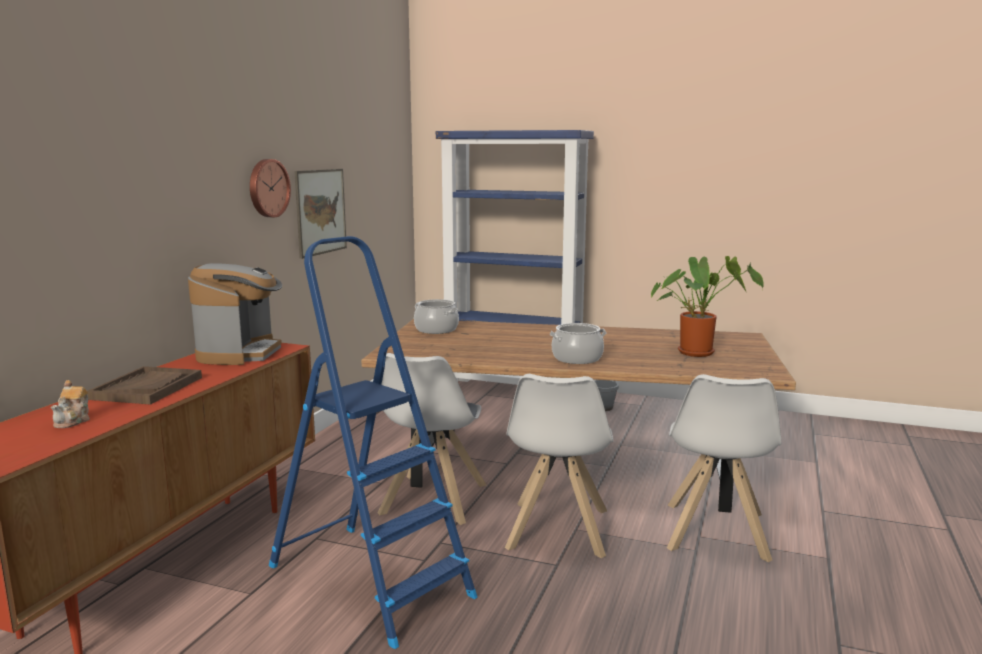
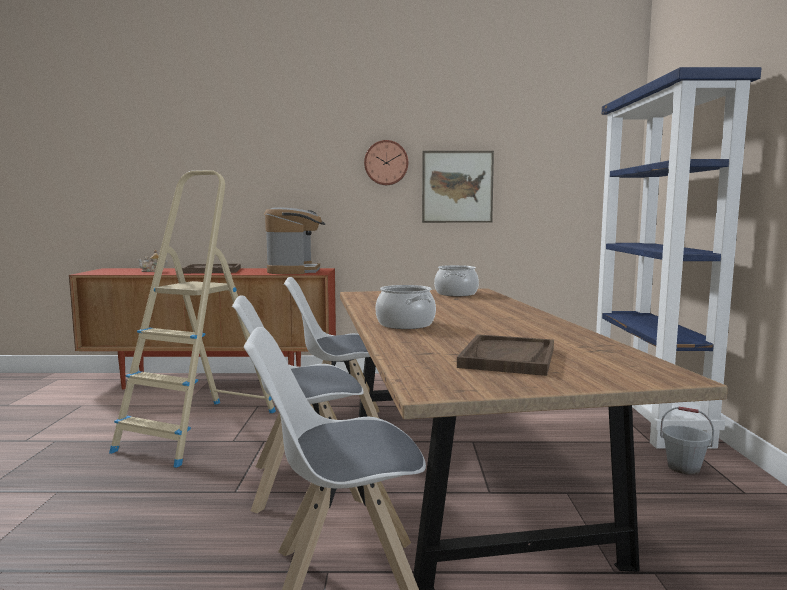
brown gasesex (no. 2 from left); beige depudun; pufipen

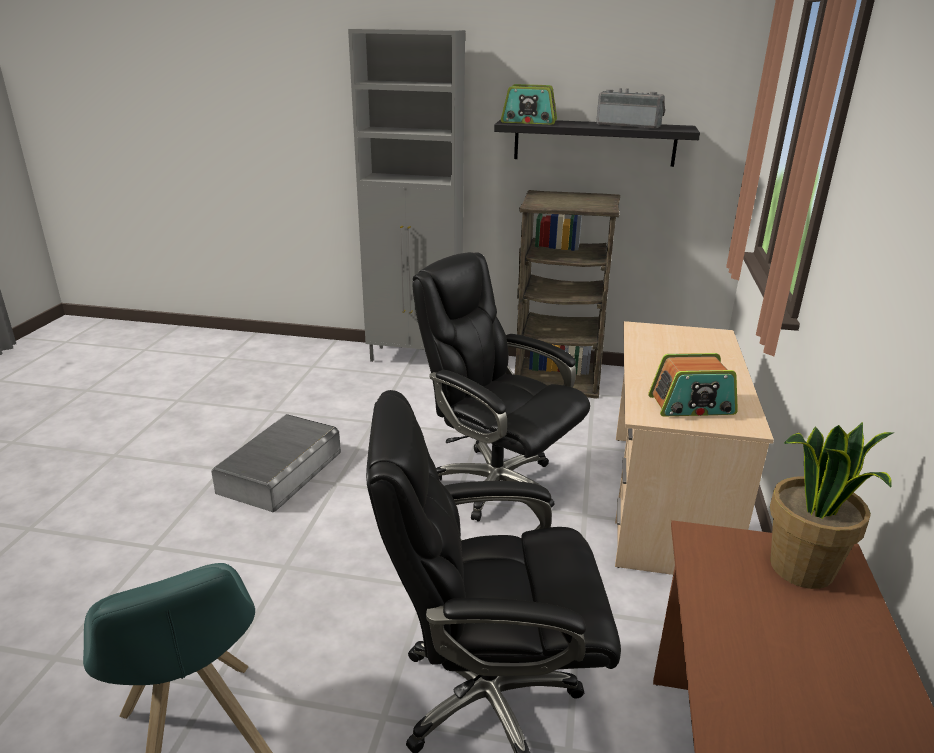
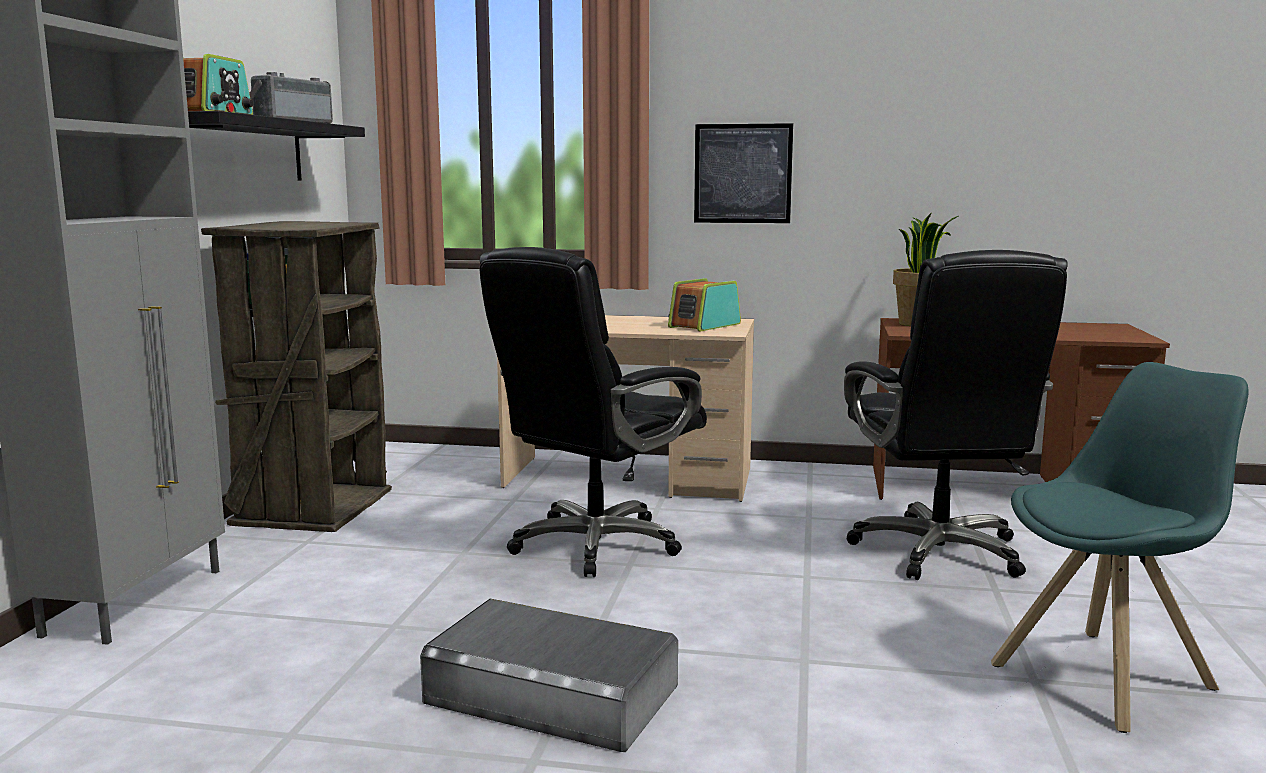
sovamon; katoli (no. 3 from left)

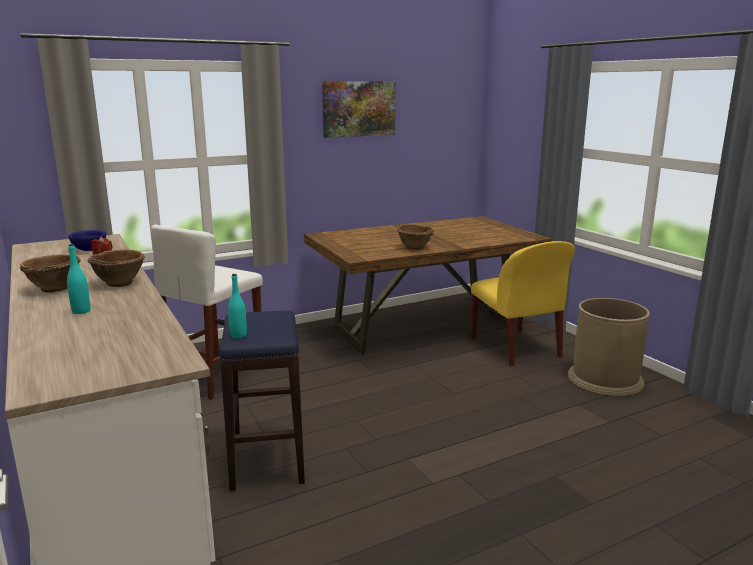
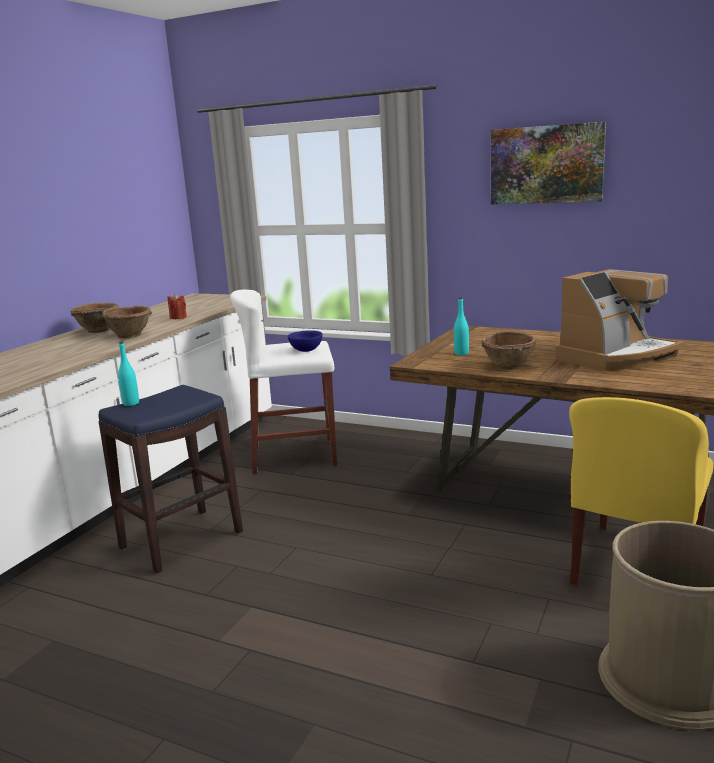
pufipen; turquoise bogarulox (no. 2 from left); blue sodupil

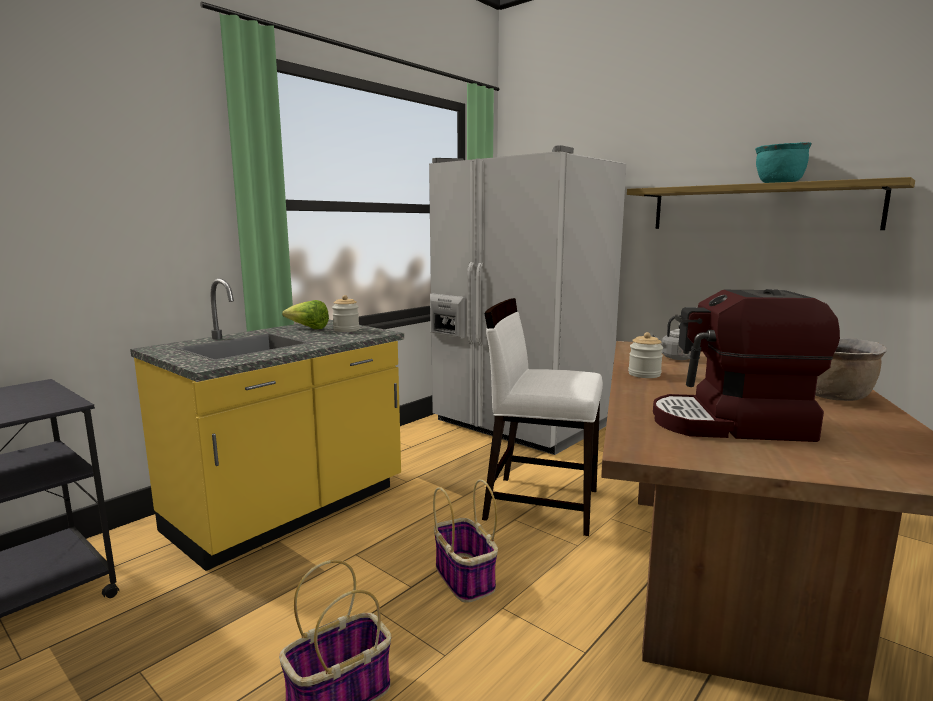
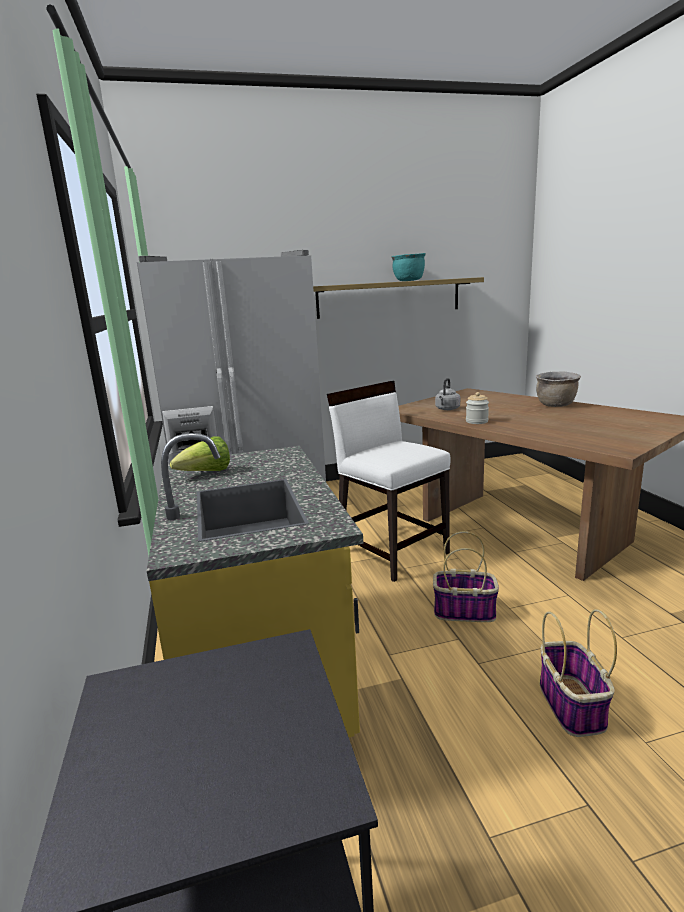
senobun (no. 1 from left in the first image); pufipen; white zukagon

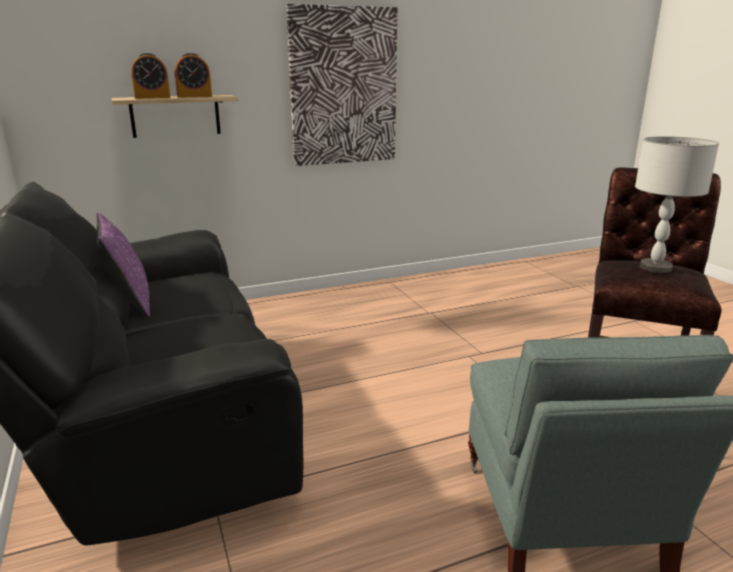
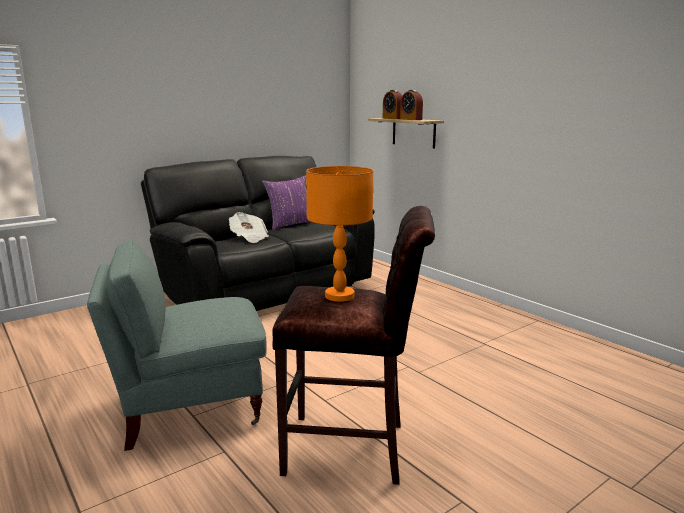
sovamon; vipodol; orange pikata

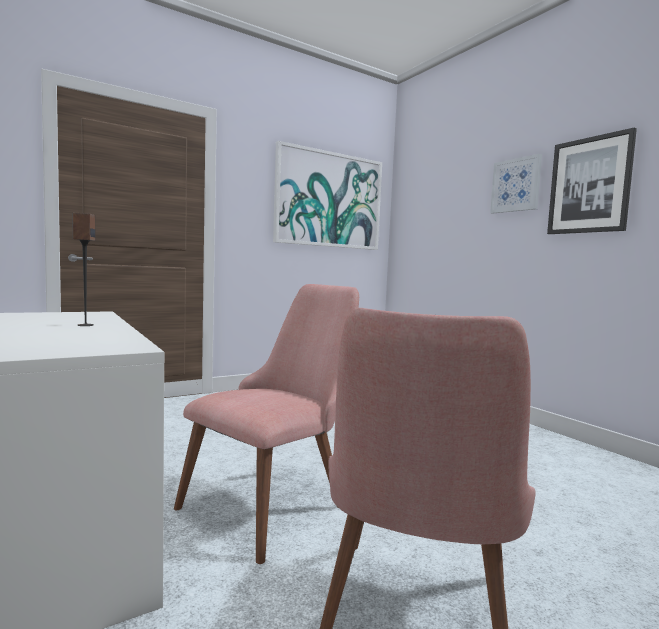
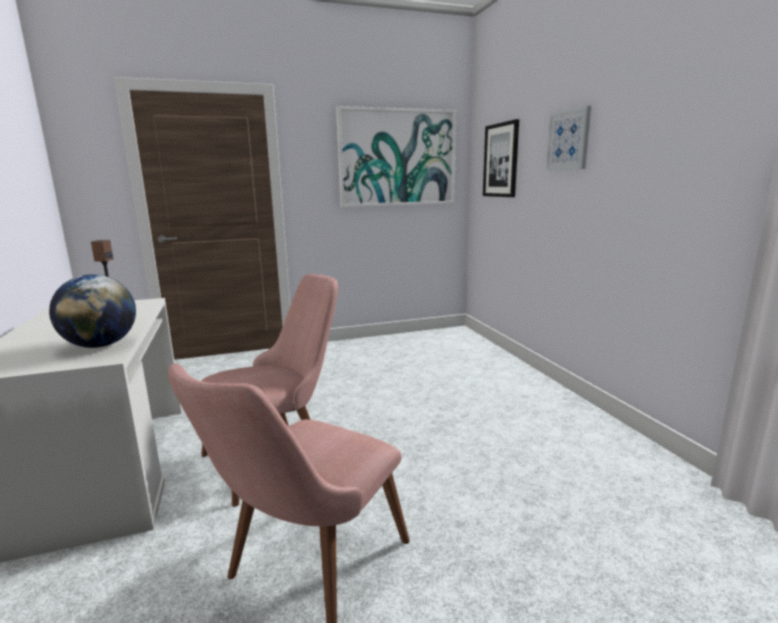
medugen; sovamon (no. 2 from left)

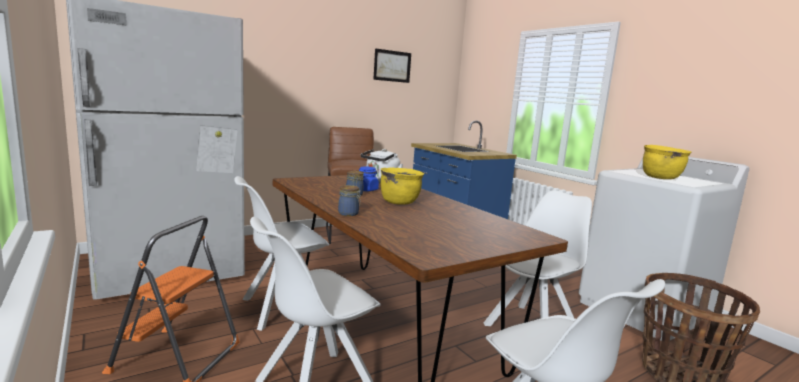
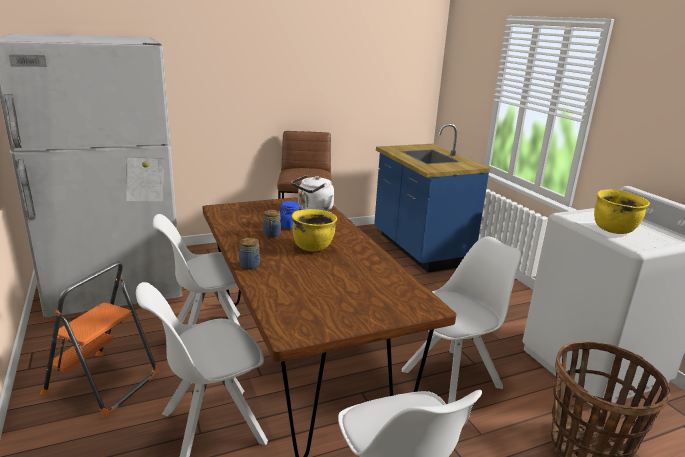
sovamon

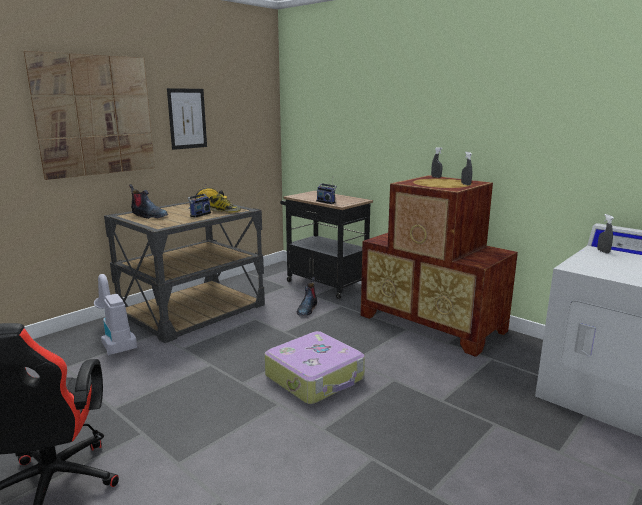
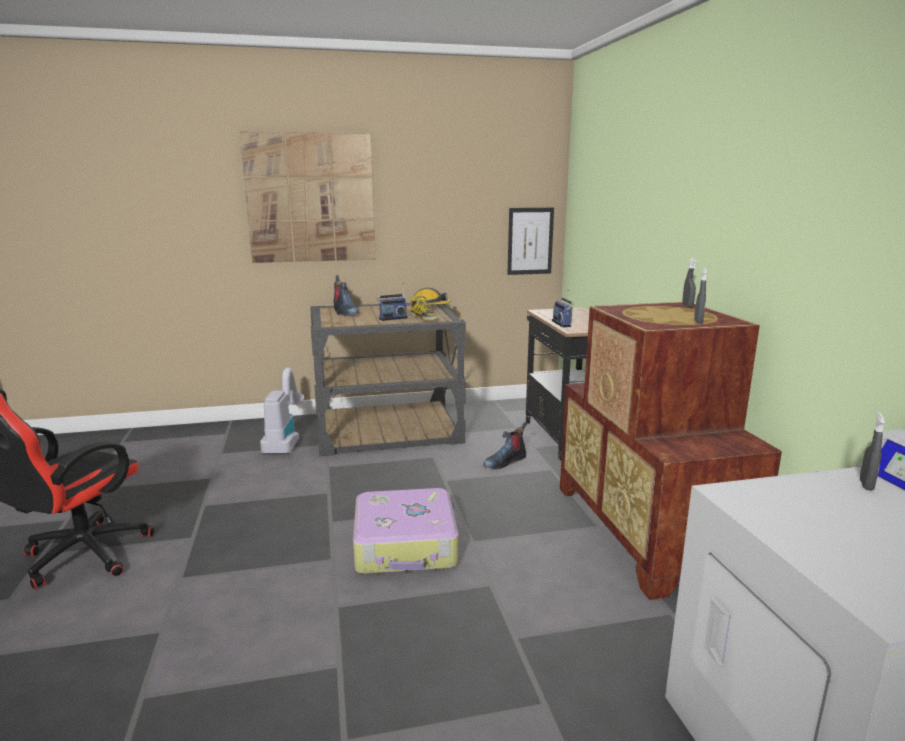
sovamon (no. 2 from left)

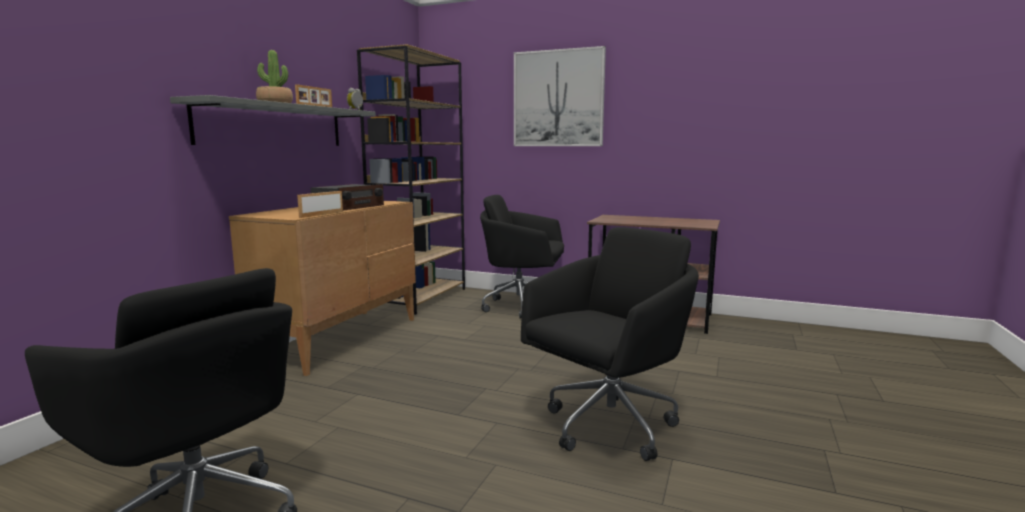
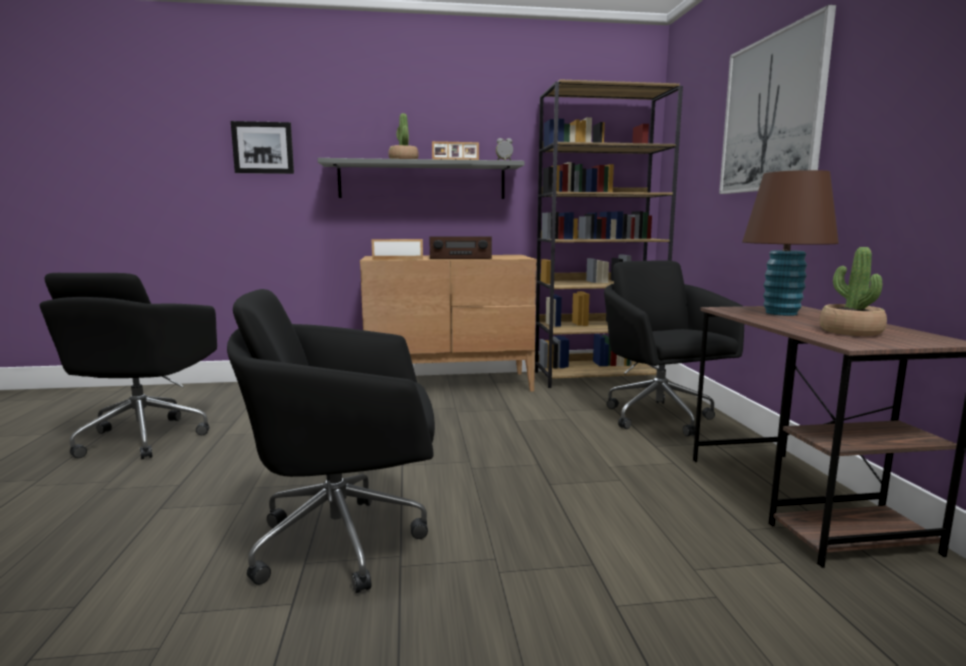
sovamon (no. 1 from left); brown pikata; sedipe (no. 2 from left); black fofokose (no. 2 from left)

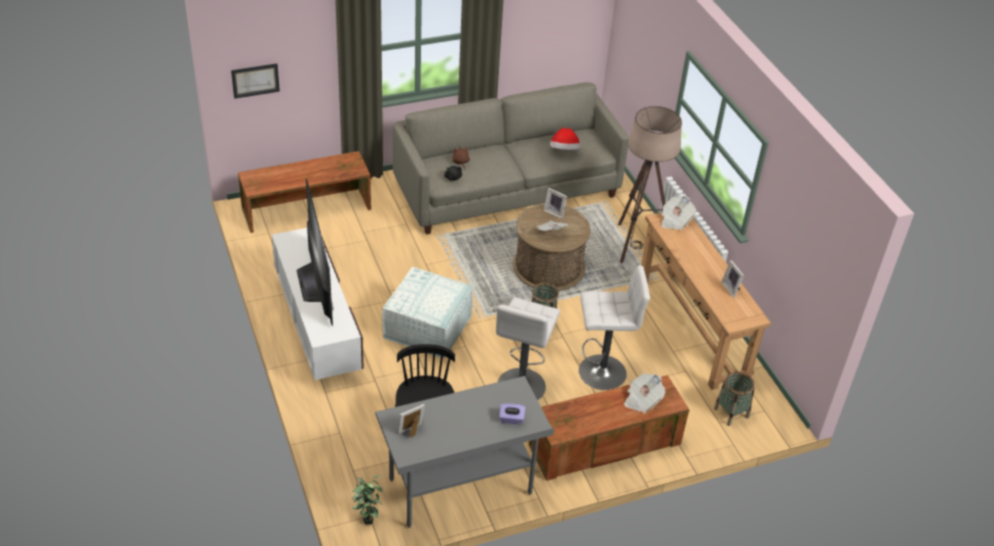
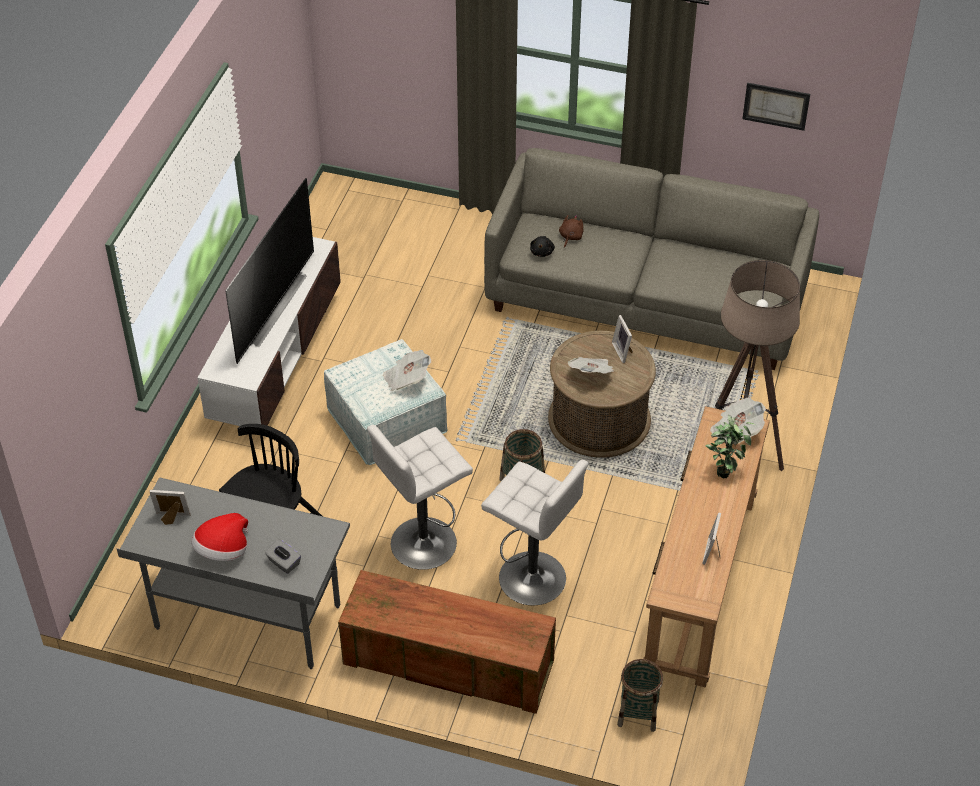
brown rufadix (no. 1 from left in the first image); sovamon; sedipe; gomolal; vipodol (no. 1 from left); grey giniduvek

